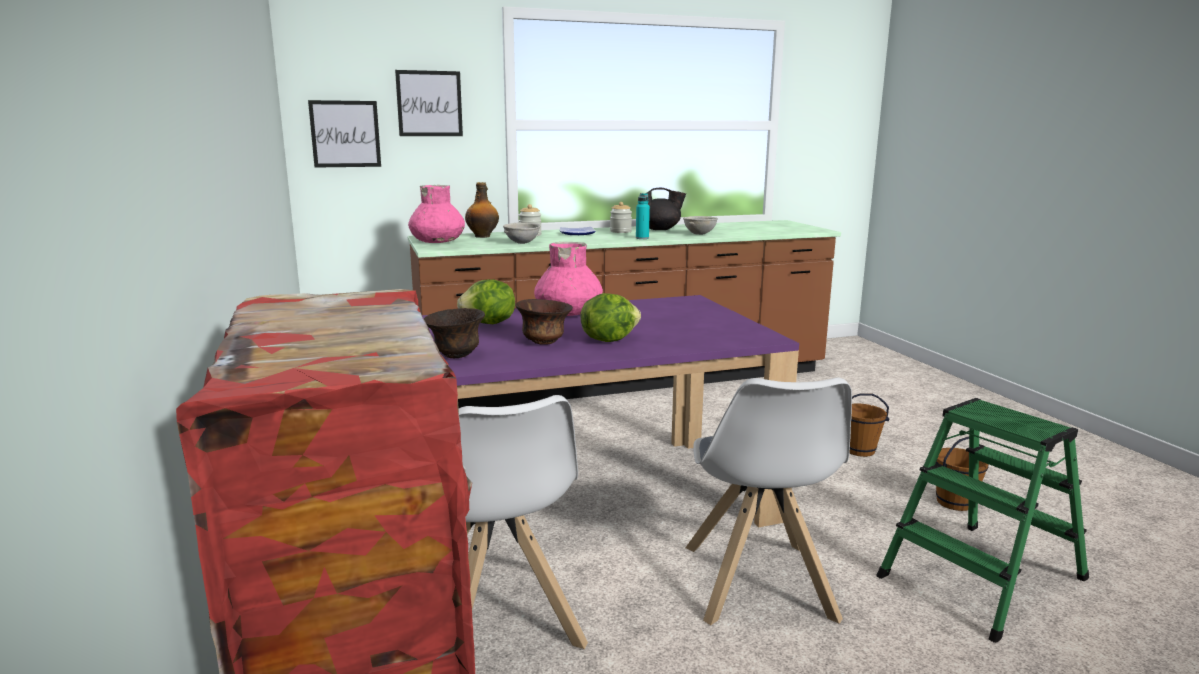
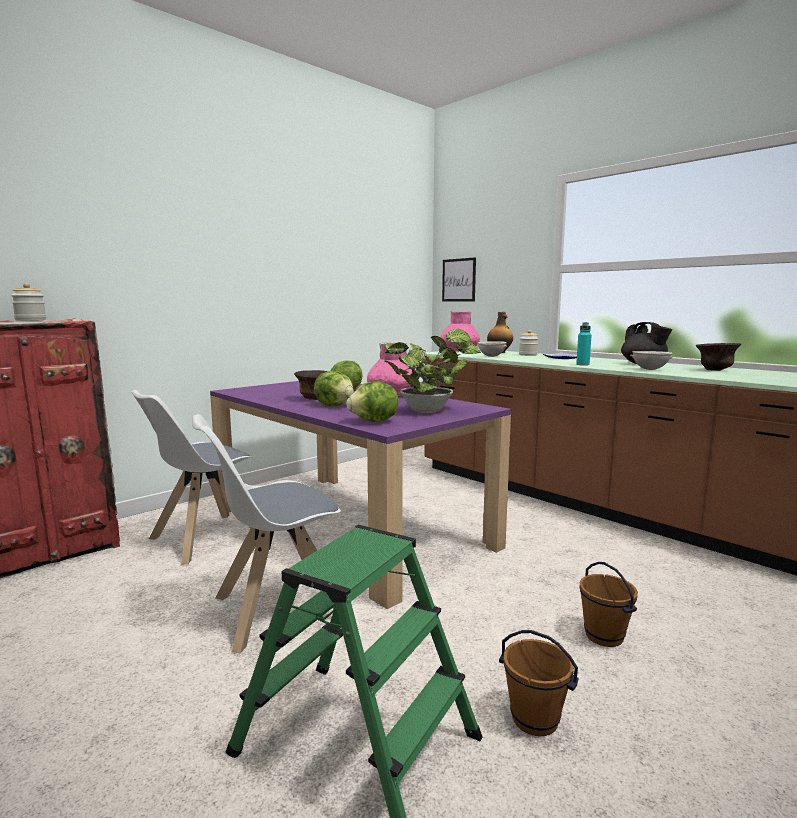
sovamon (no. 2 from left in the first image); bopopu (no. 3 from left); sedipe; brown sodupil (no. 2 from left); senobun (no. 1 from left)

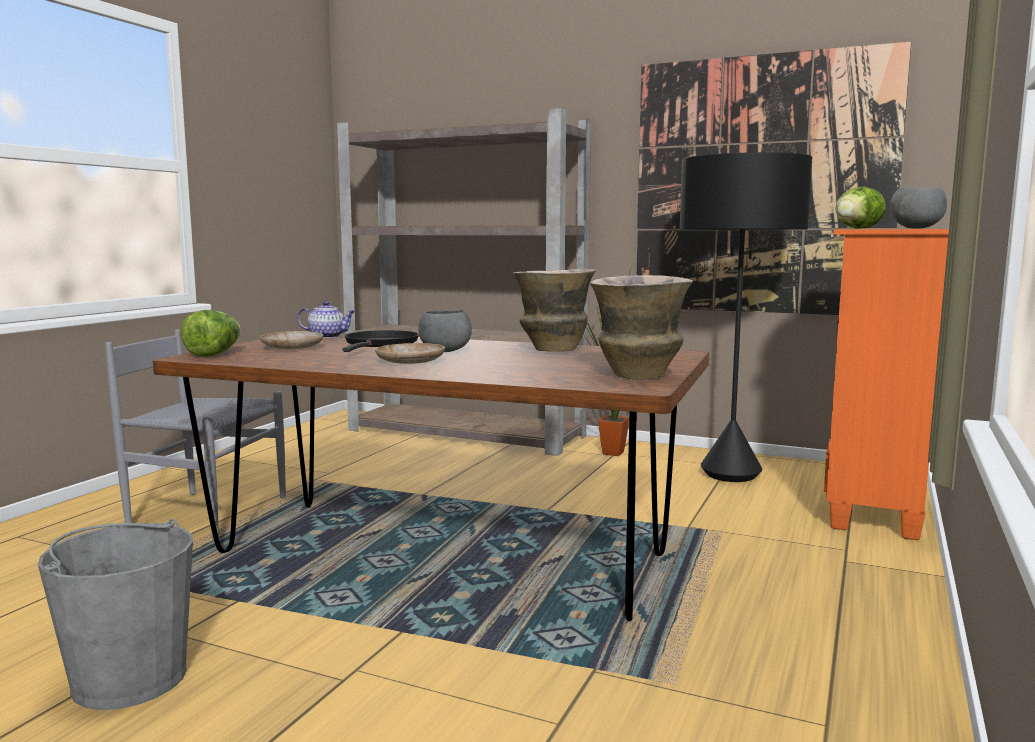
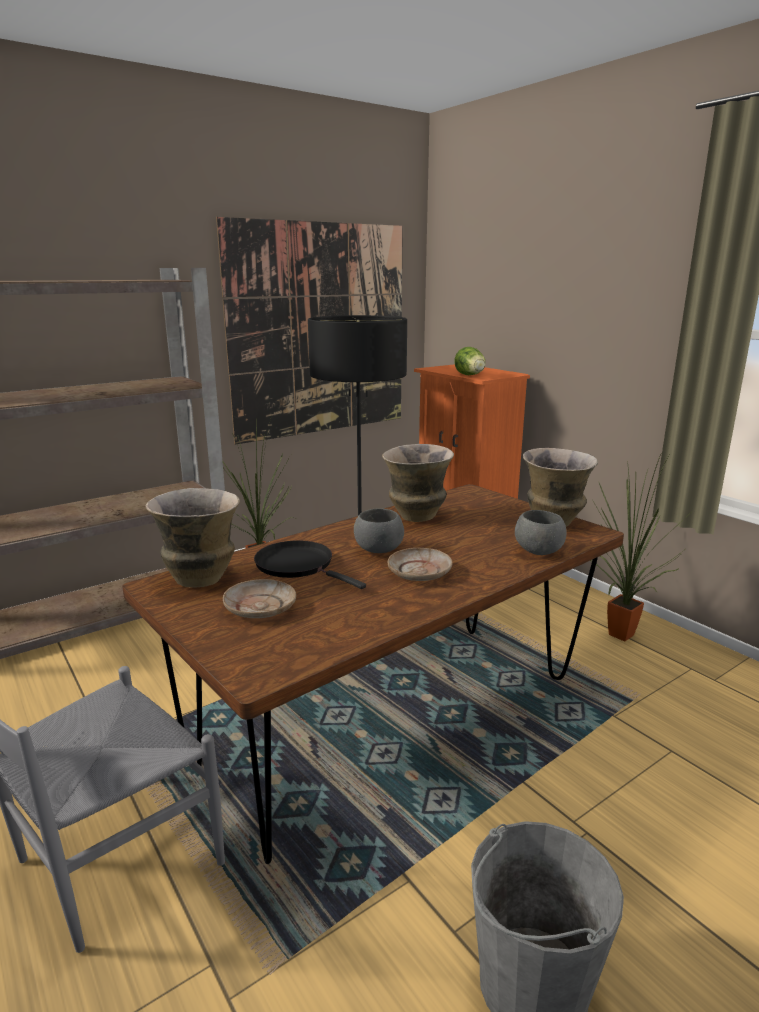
bopopu (no. 1 from left in the first image); sedipe (no. 2 from left); grey sodupil (no. 2 from left); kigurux (no. 1 from left)

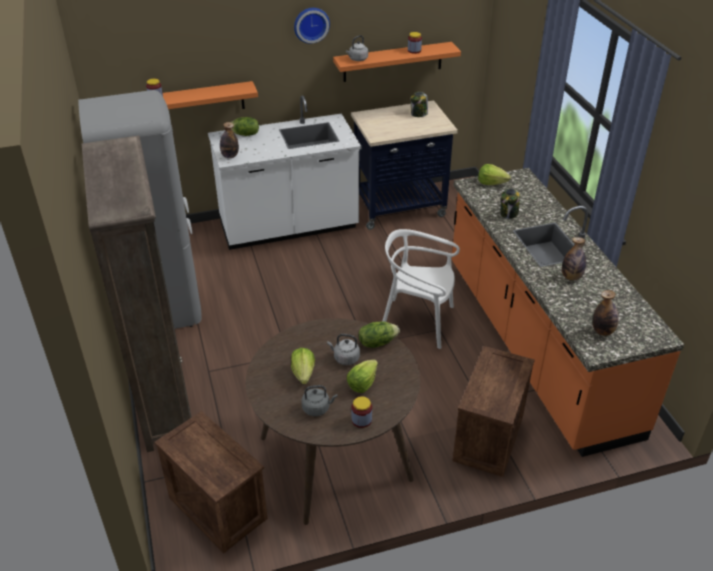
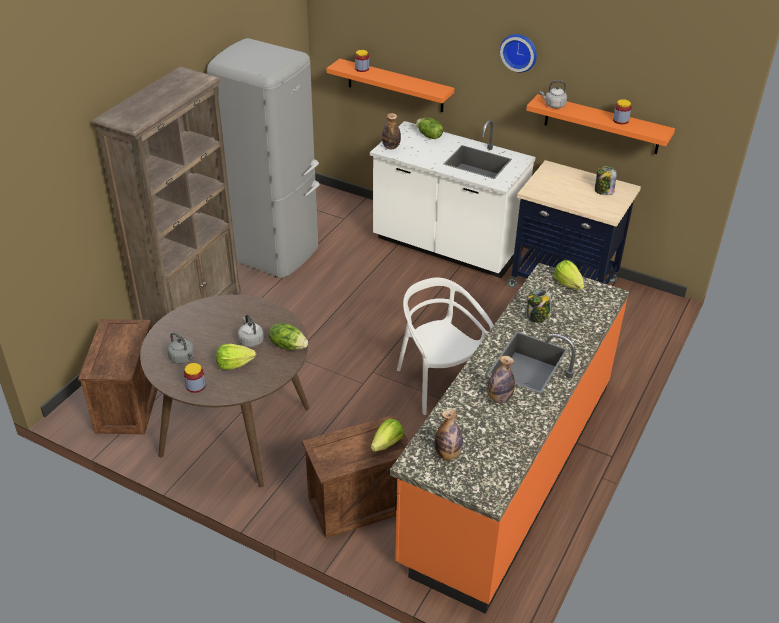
bopopu (no. 3 from left)

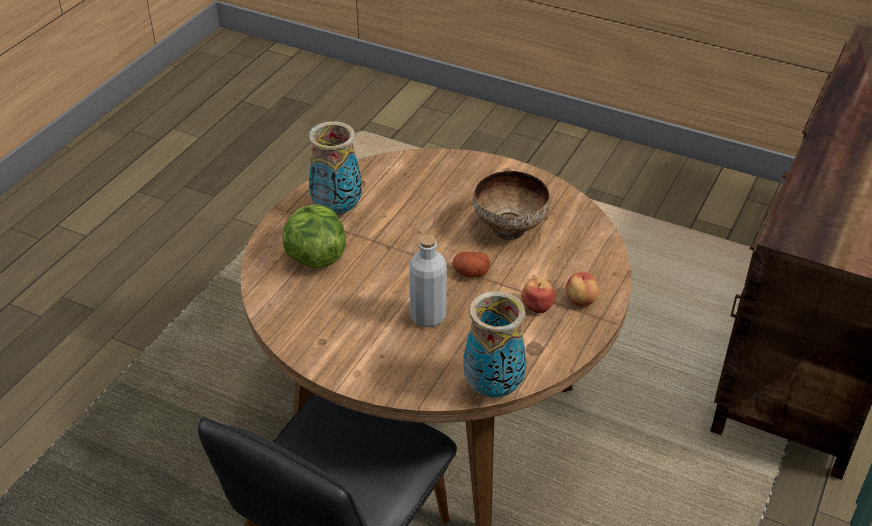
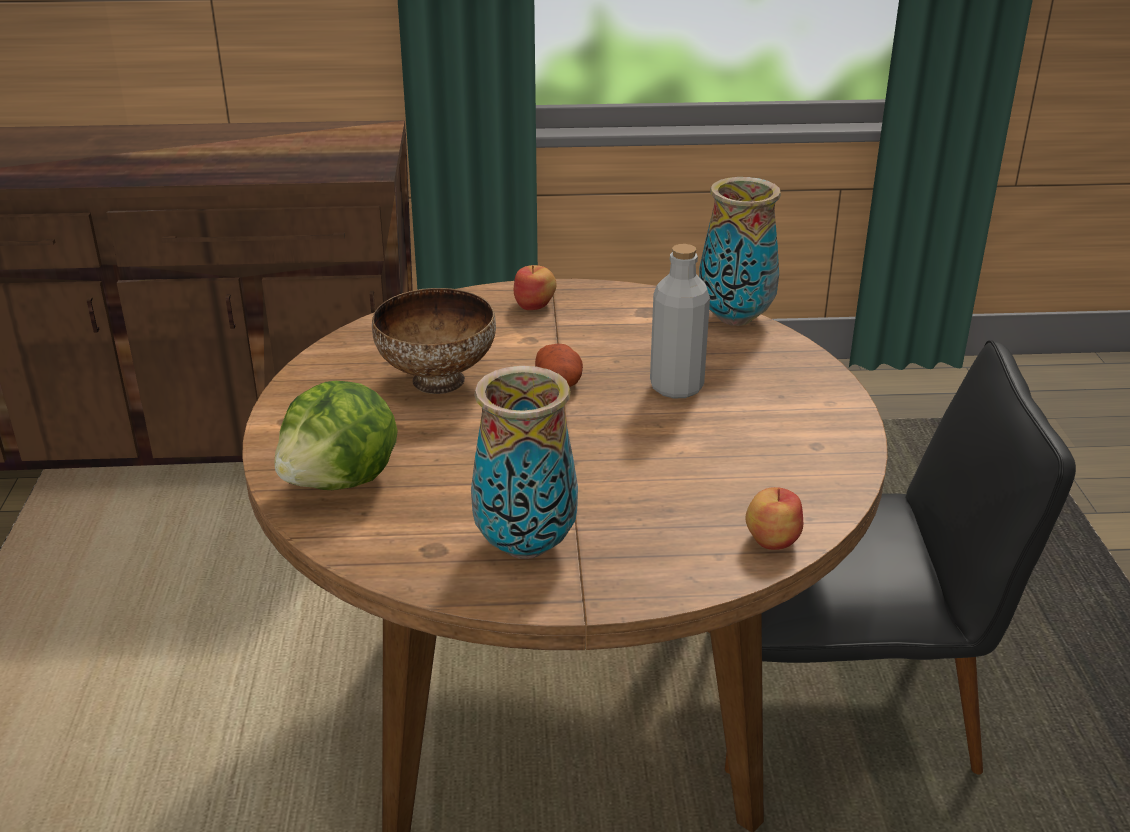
bopopu; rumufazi (no. 2 from left)

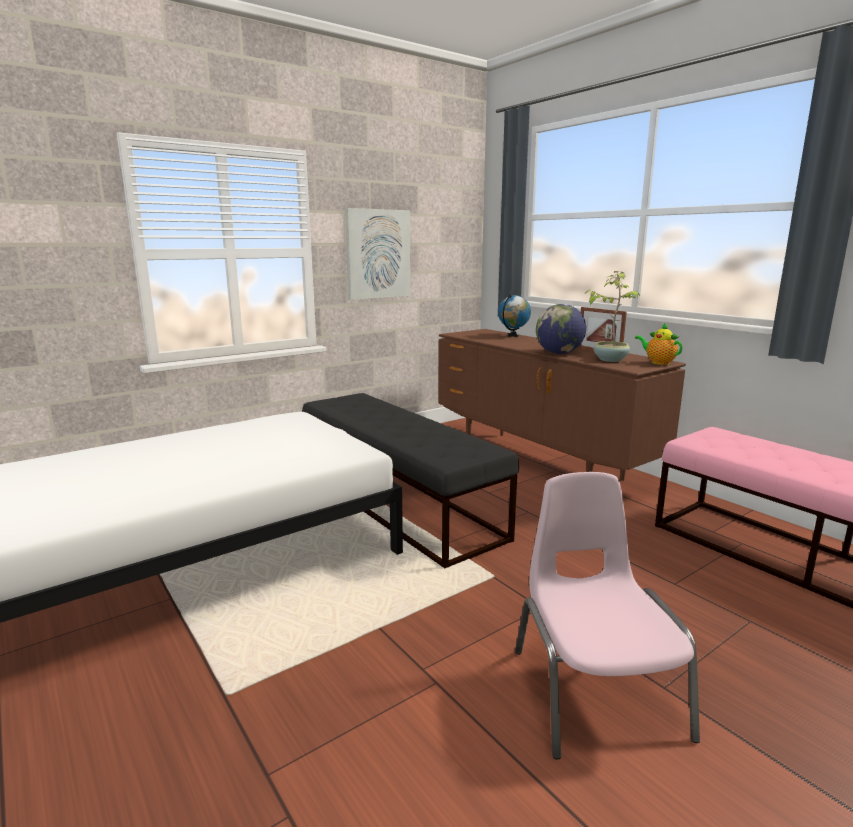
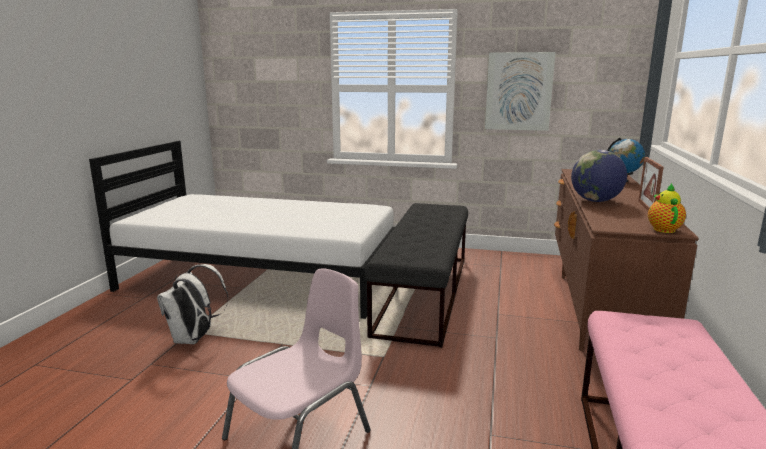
sedipe; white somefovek

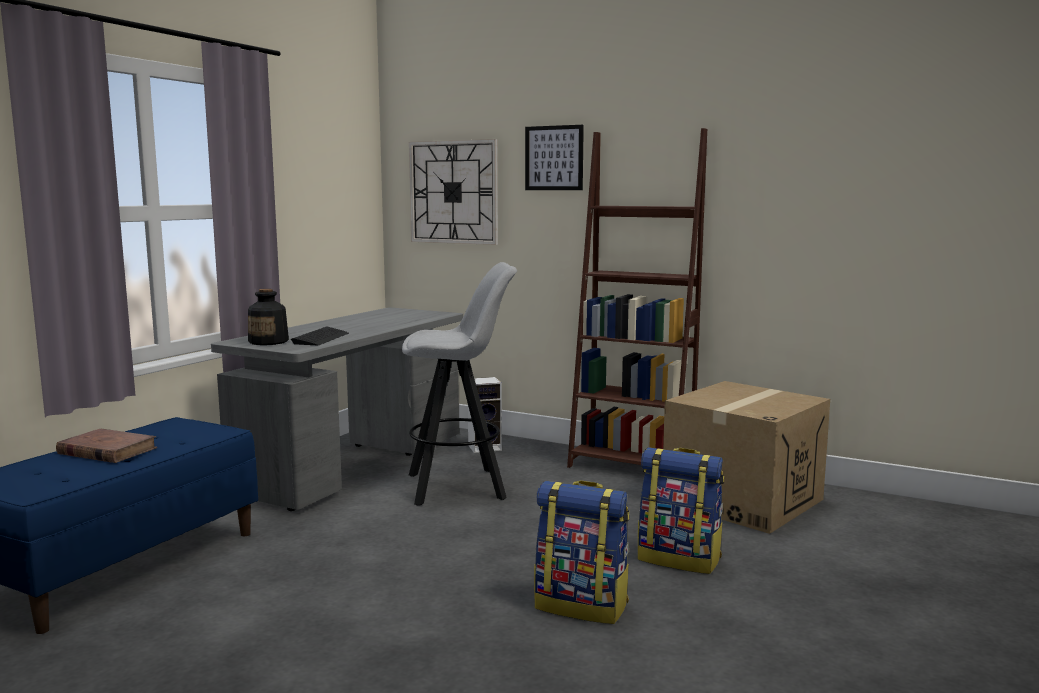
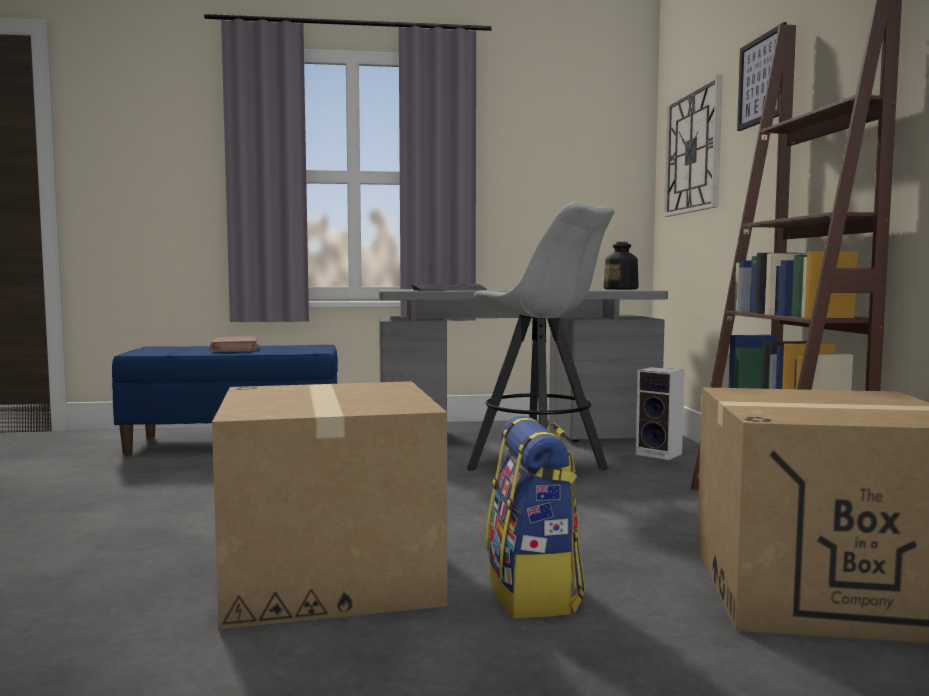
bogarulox; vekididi (no. 1 from left)

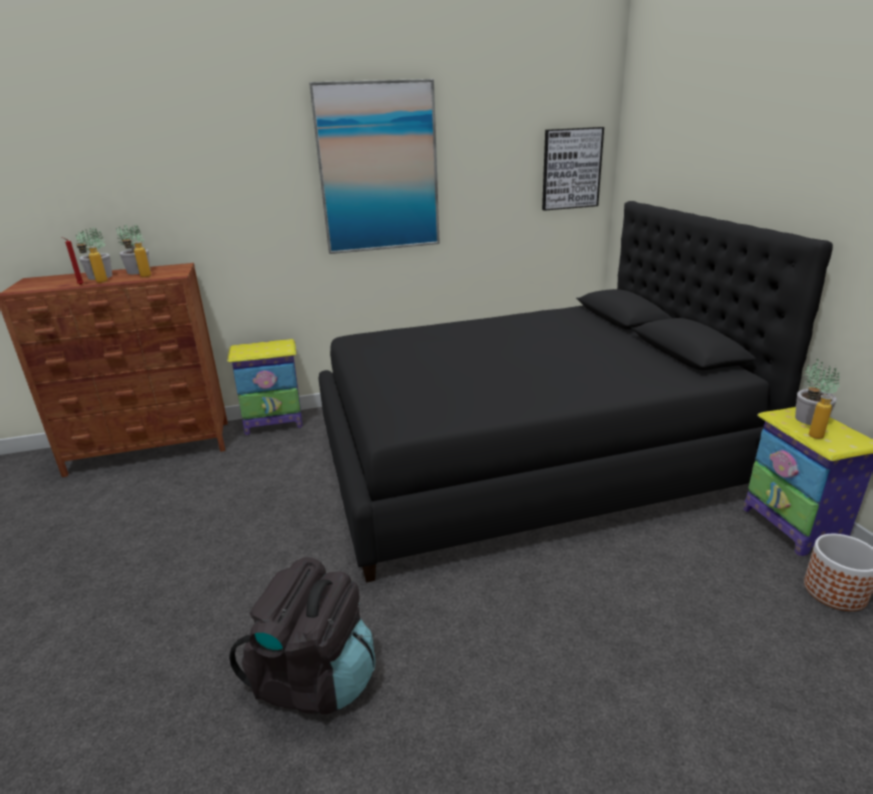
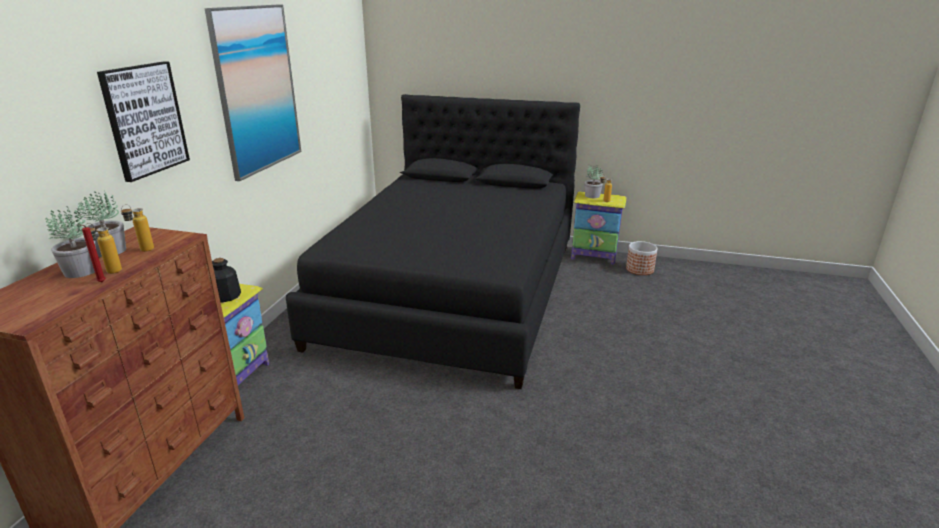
black somefovek; bogarulox (no. 3 from left); sovamon (no. 1 from left)

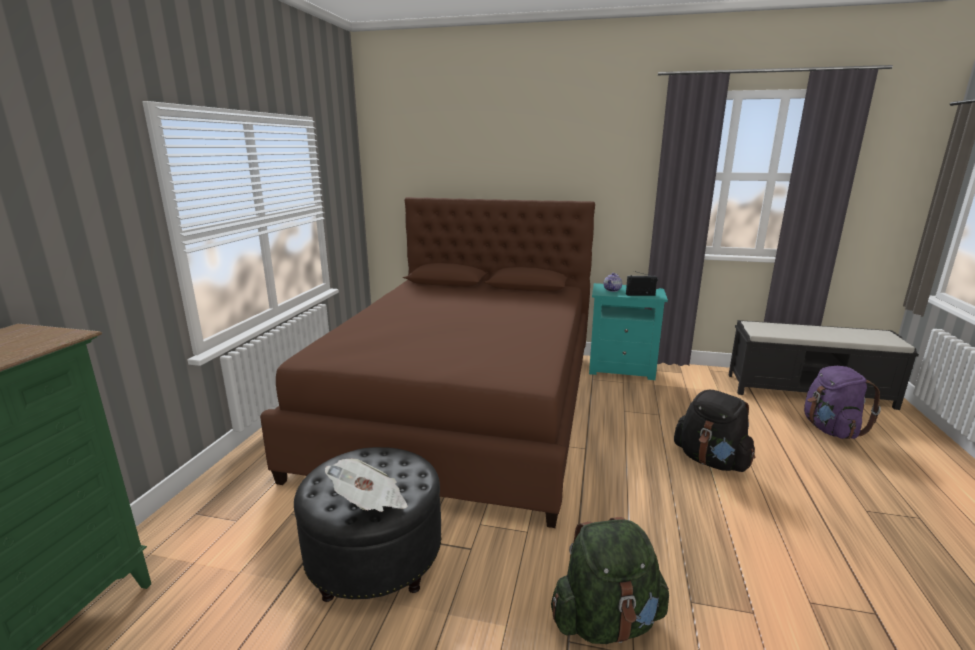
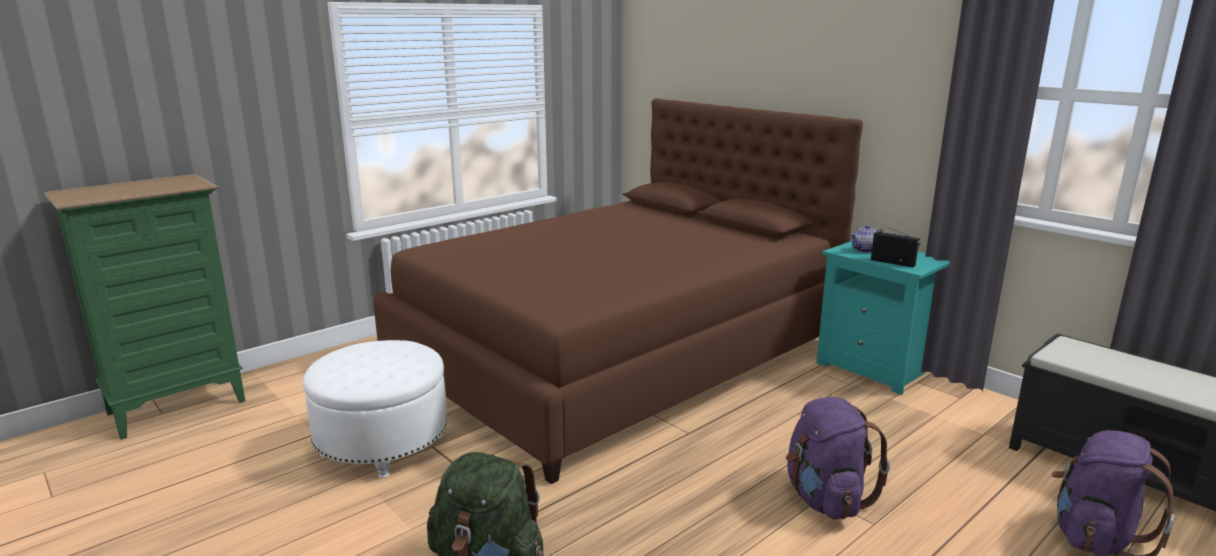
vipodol; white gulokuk; purple somefovek (no. 1 from left)

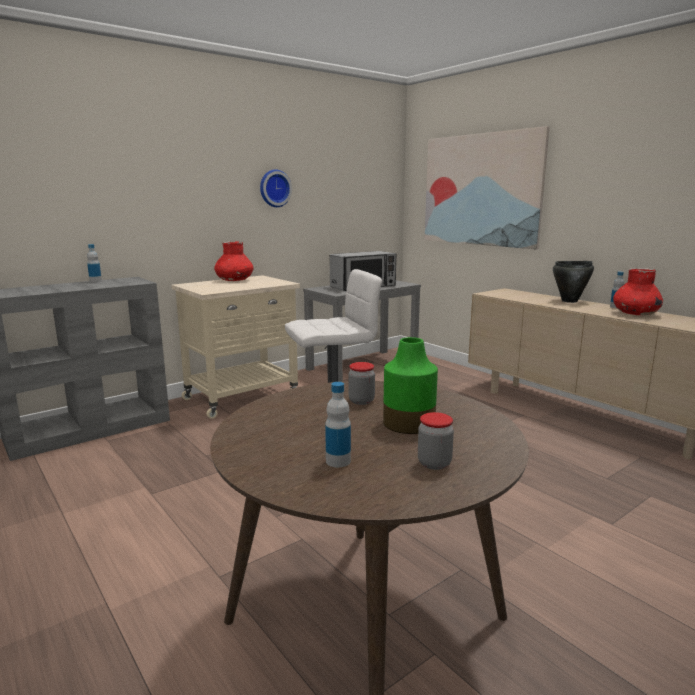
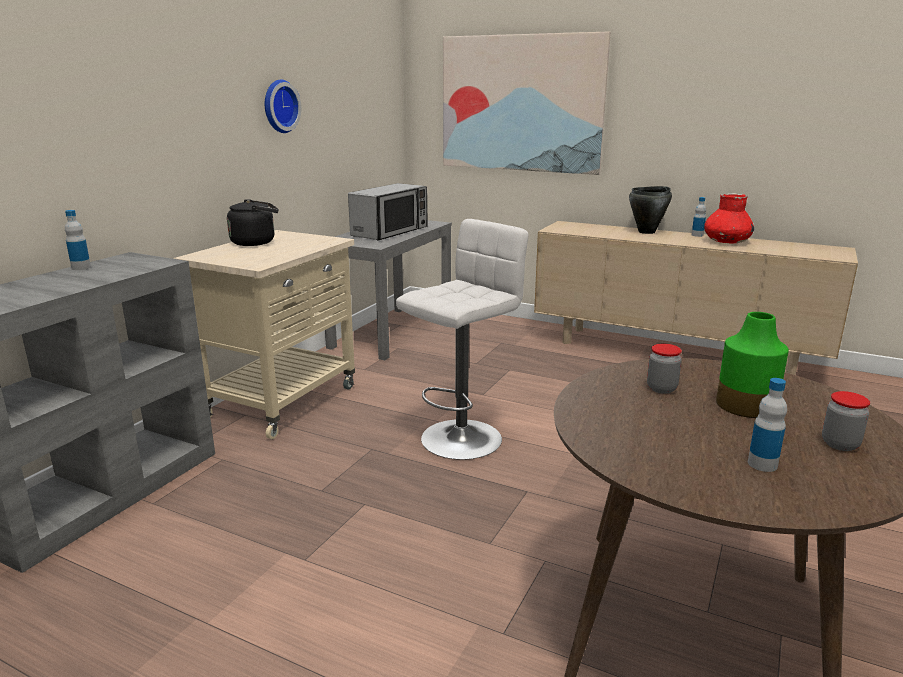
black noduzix

